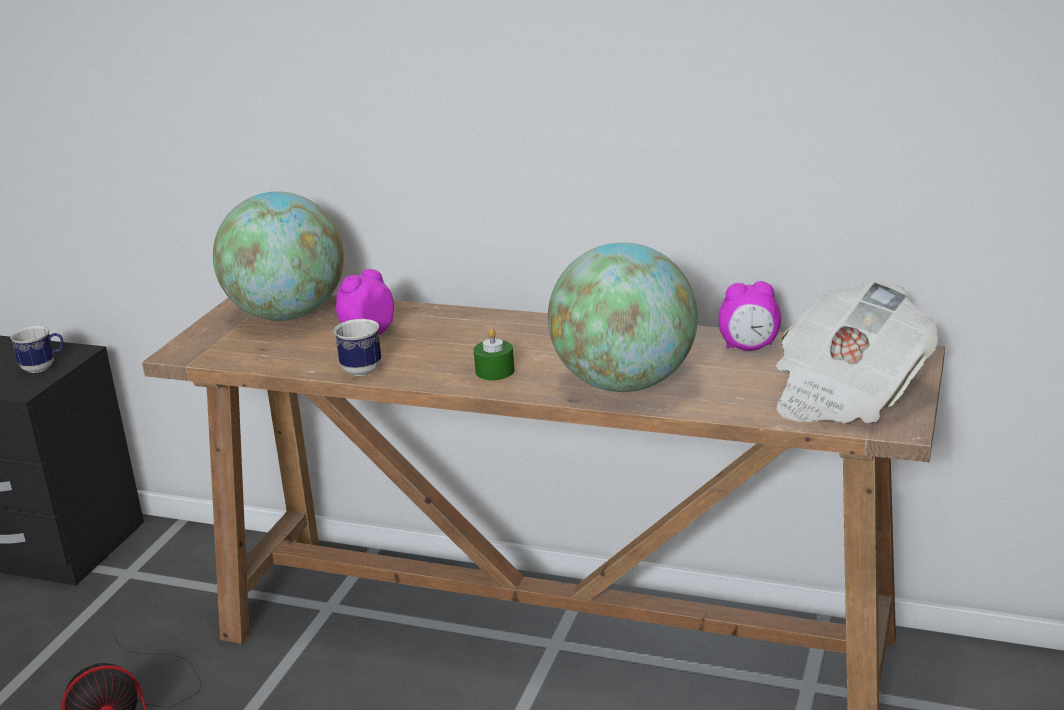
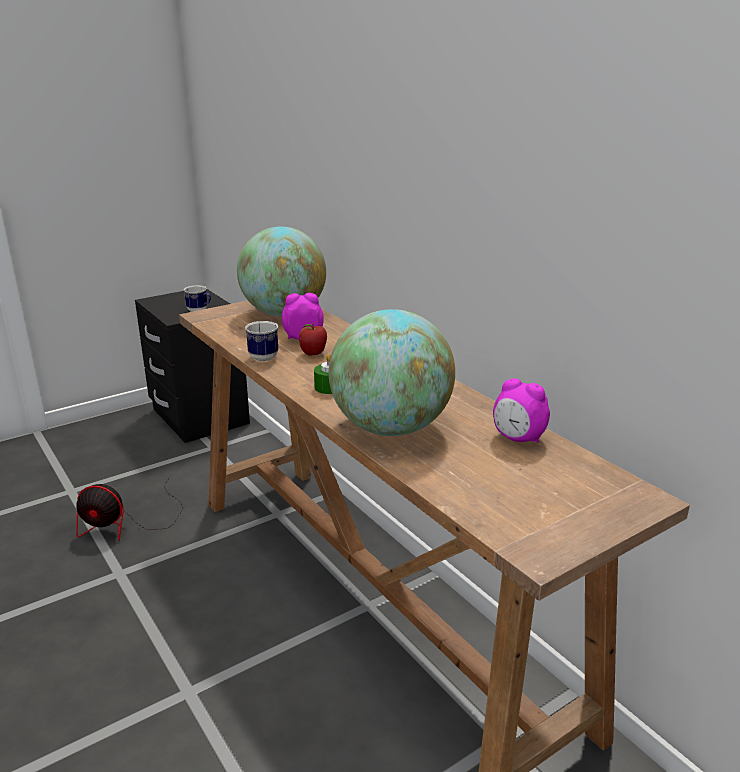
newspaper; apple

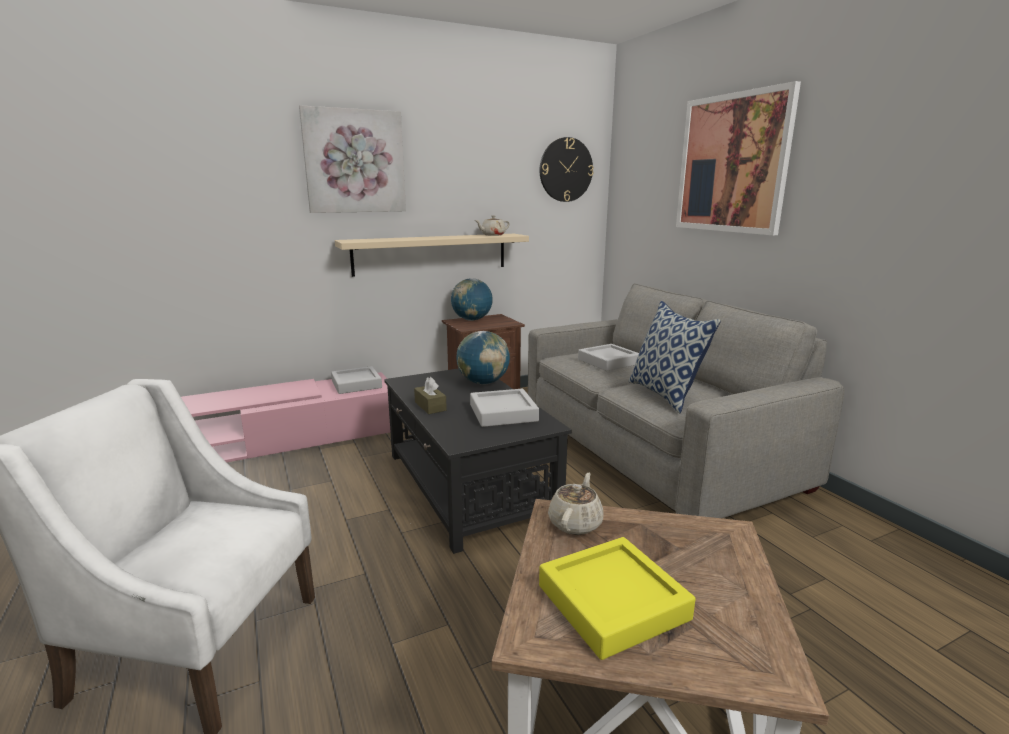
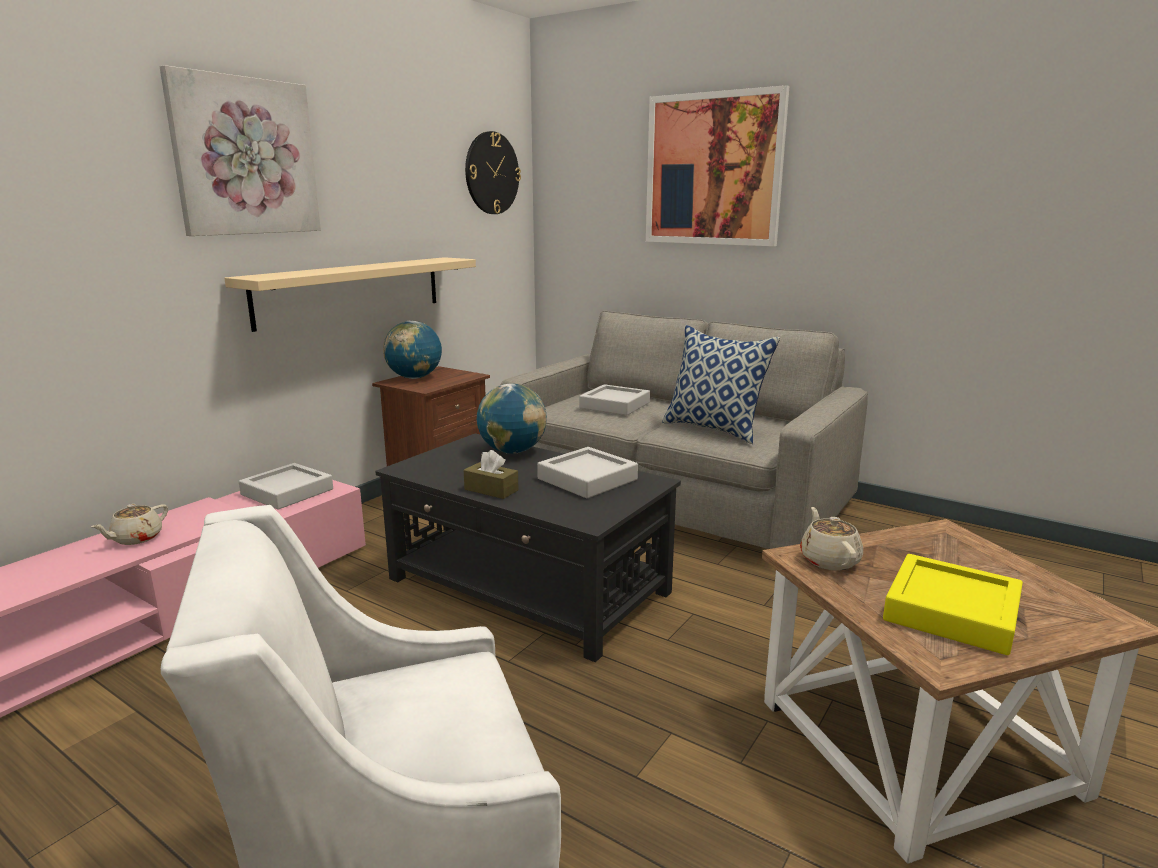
teapot/beige (1st from left)

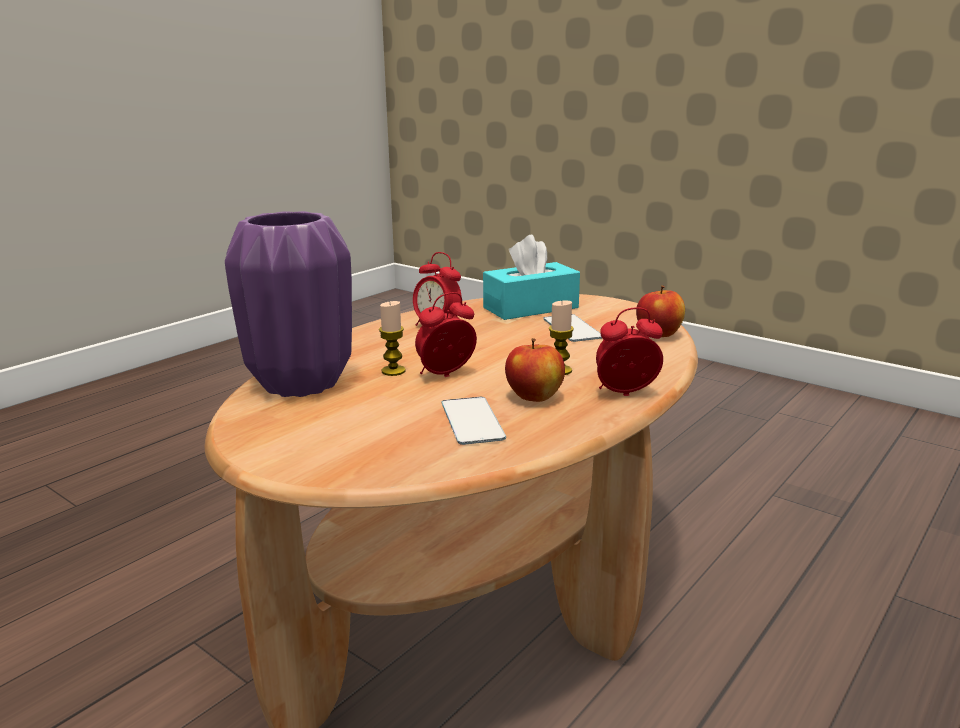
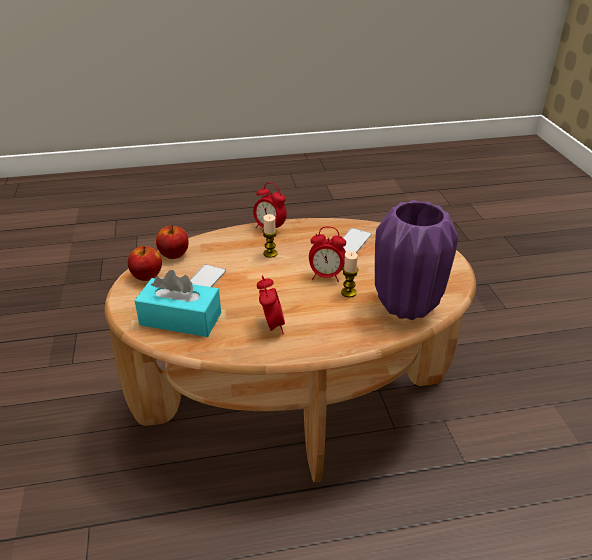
apple (1st from left)

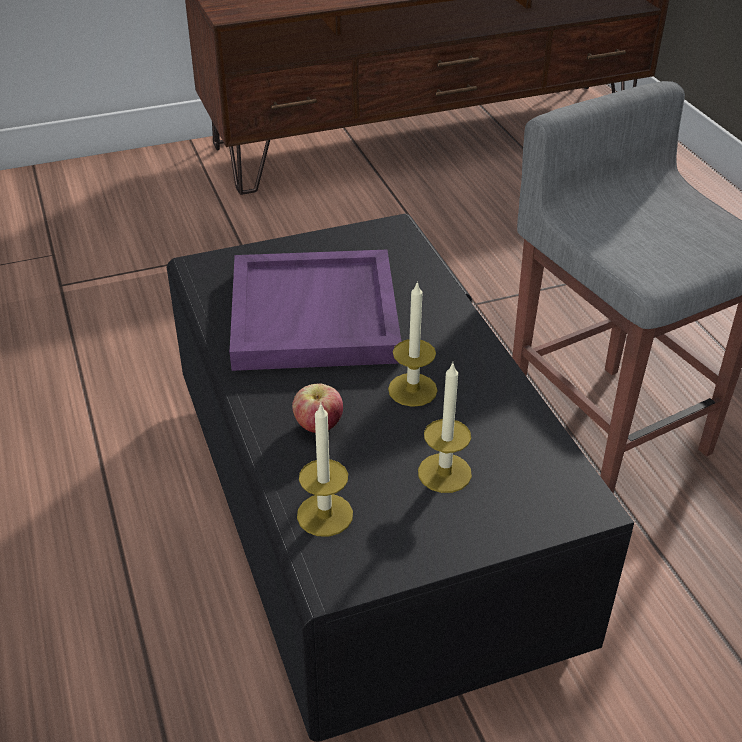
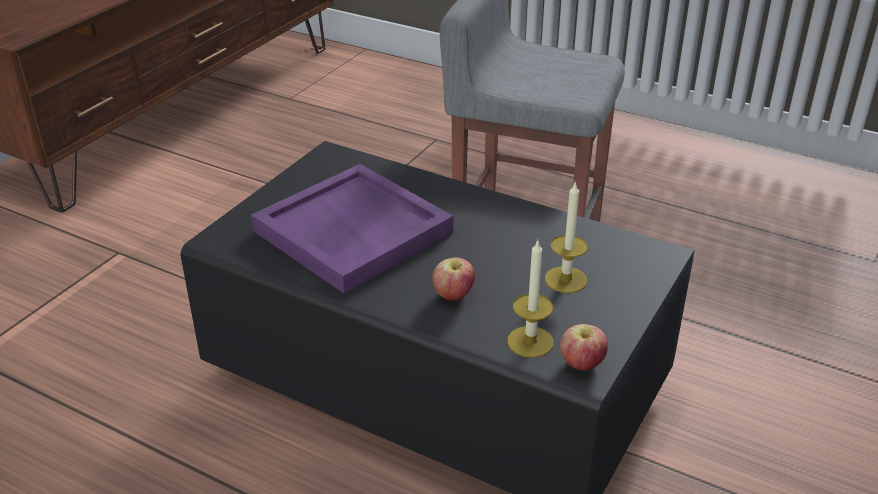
candle (2nd from left in the first image); apple (2nd from left)

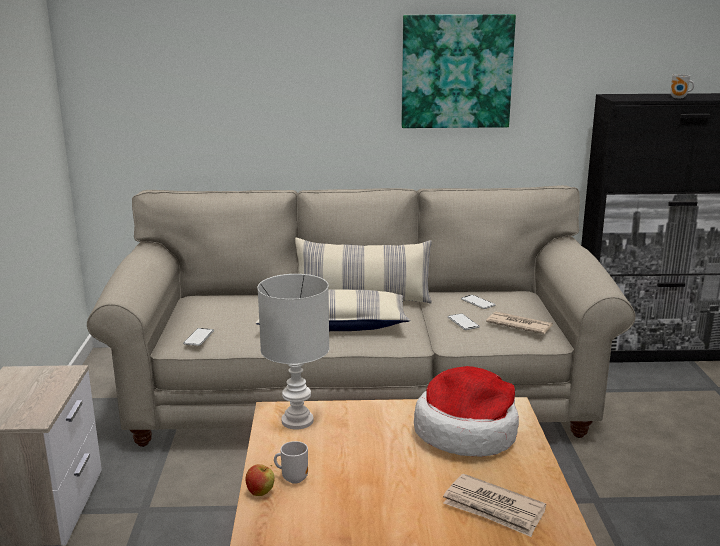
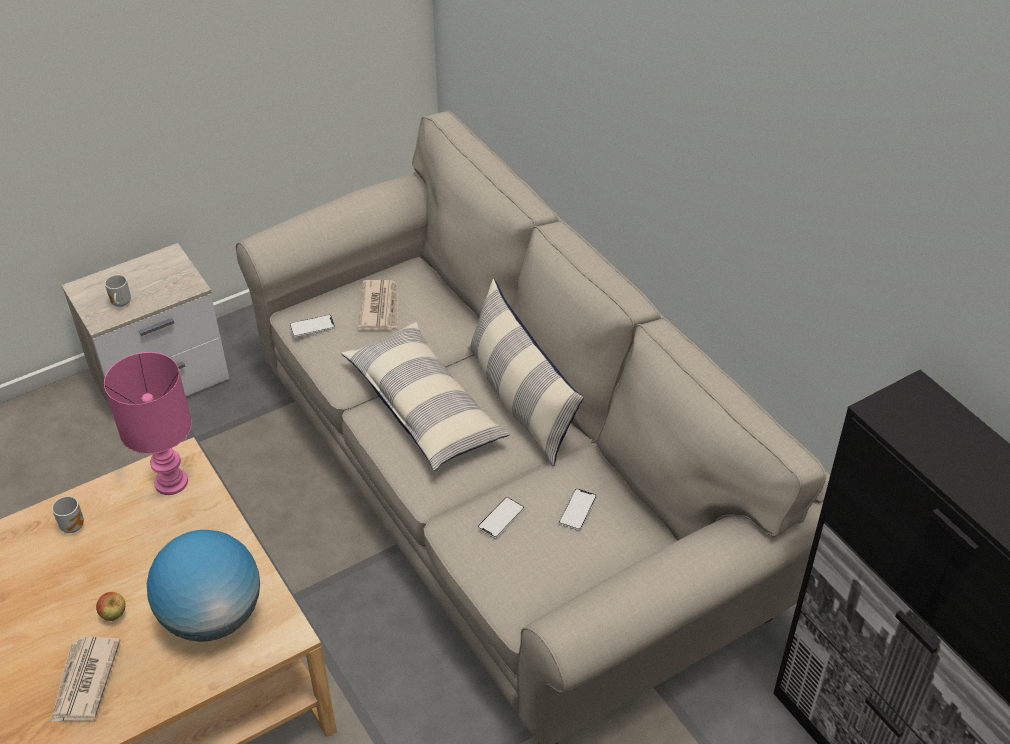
picture; mug (2nd from left); table lamp/pink; newspaper (2nd from left); globe; apple

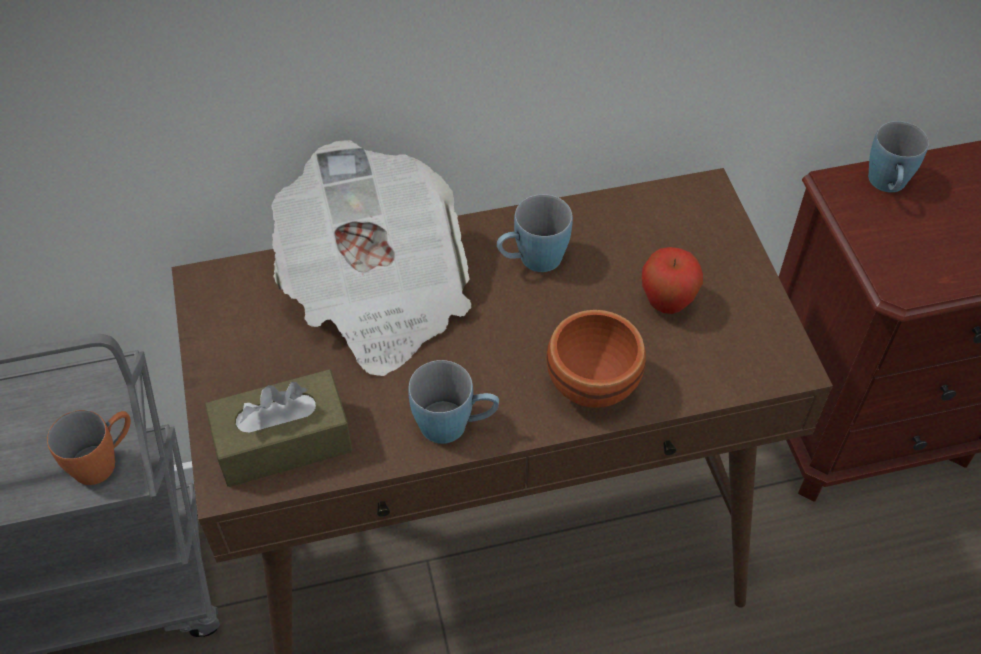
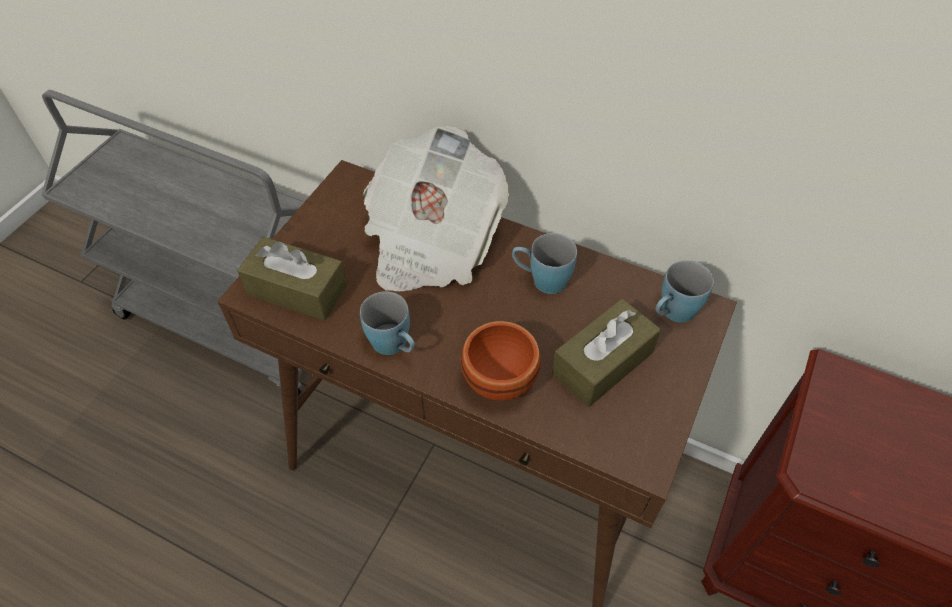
mug/blue (3rd from left); tissue box/brown (2nd from left); mug/orange

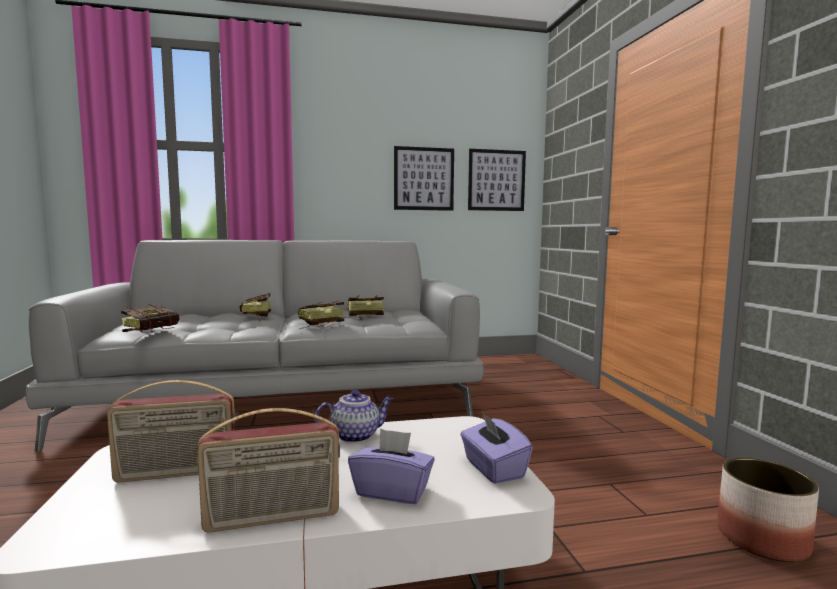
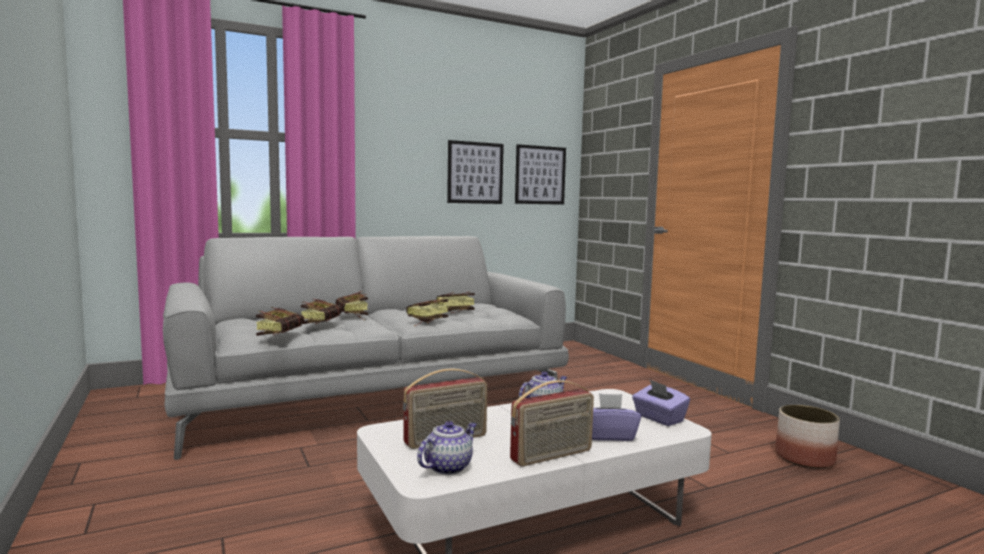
book (2nd from left); teapot (1st from left)

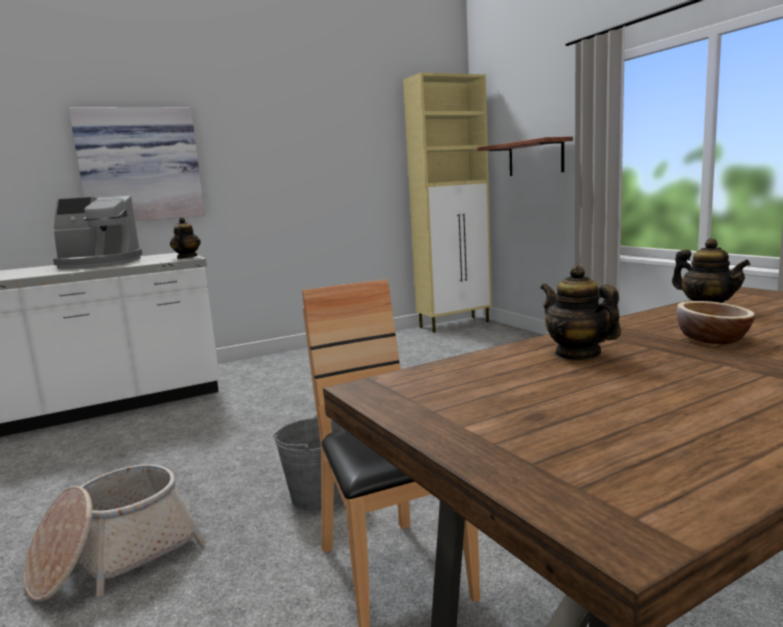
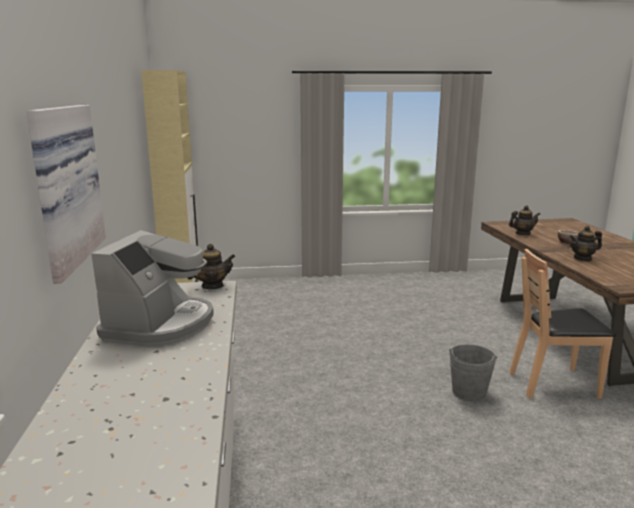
shelf; teapot (1st from left); basket

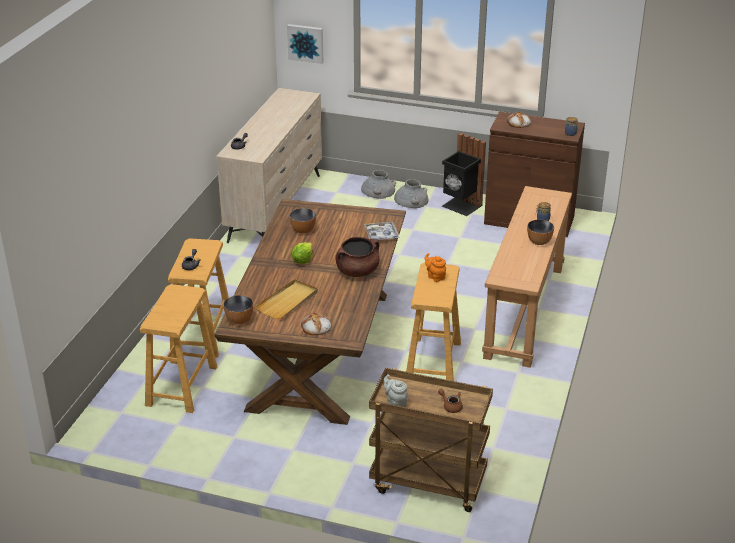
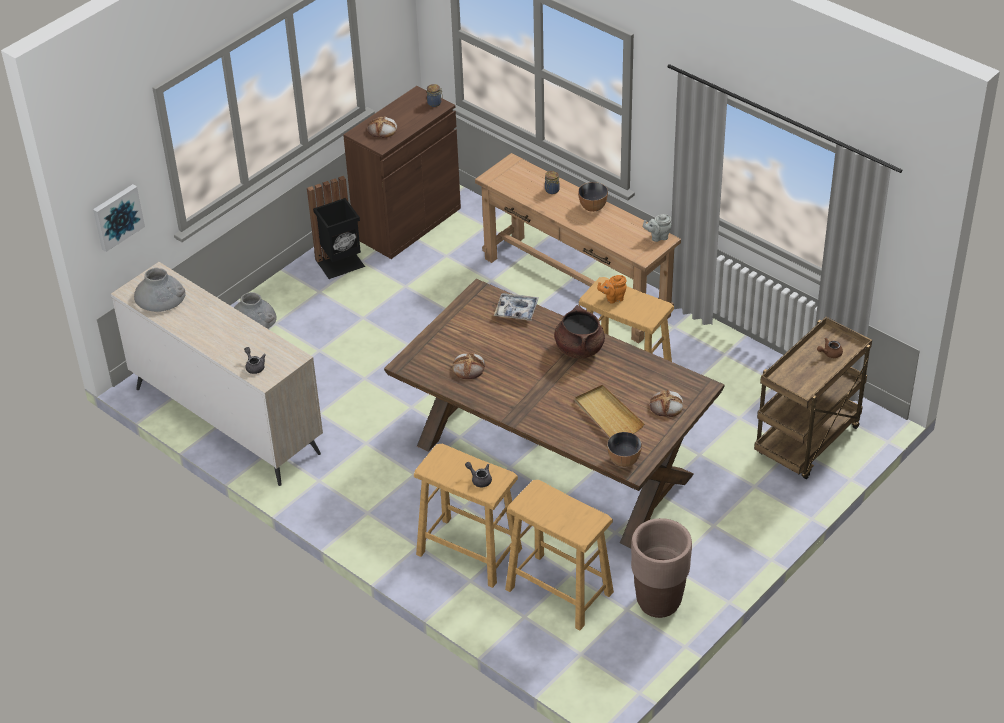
vase/grey (1st from left); bread (2nd from left); lettuce; teapot/grey (3rd from left); planter/brown

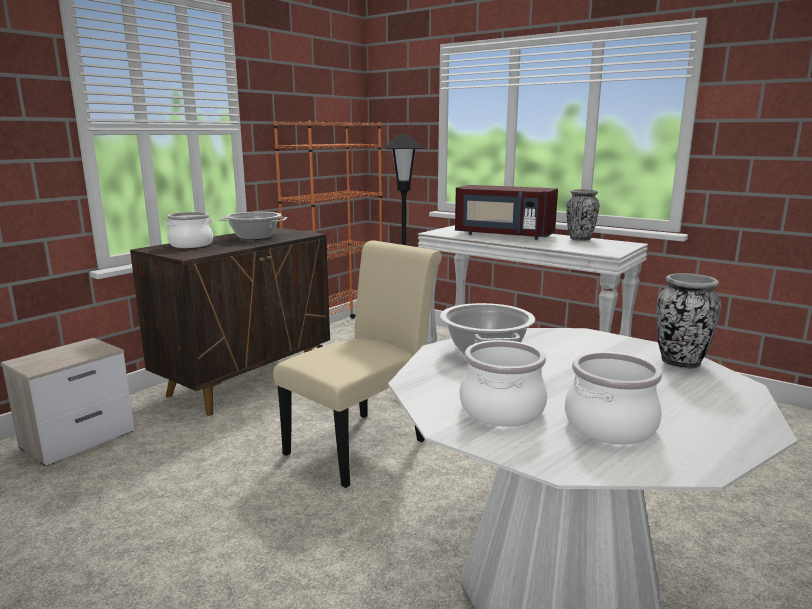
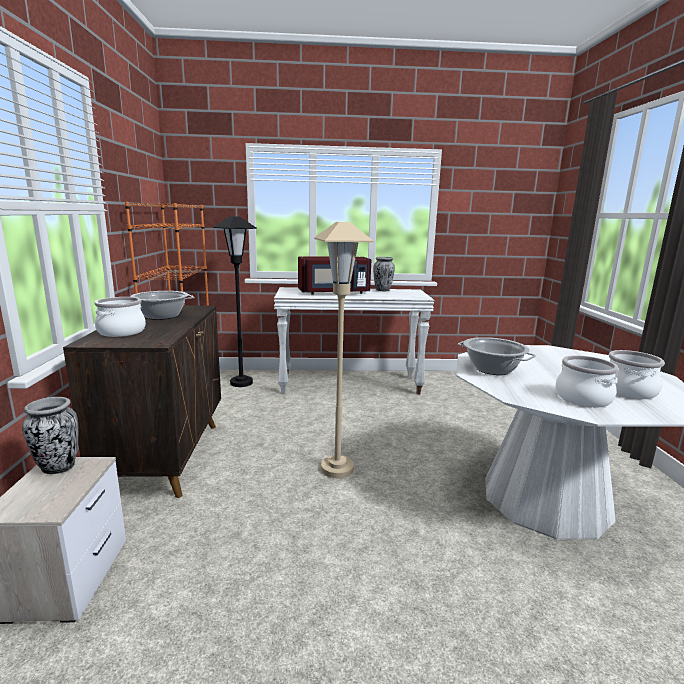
floor lamp/beige; vase (1st from left)

